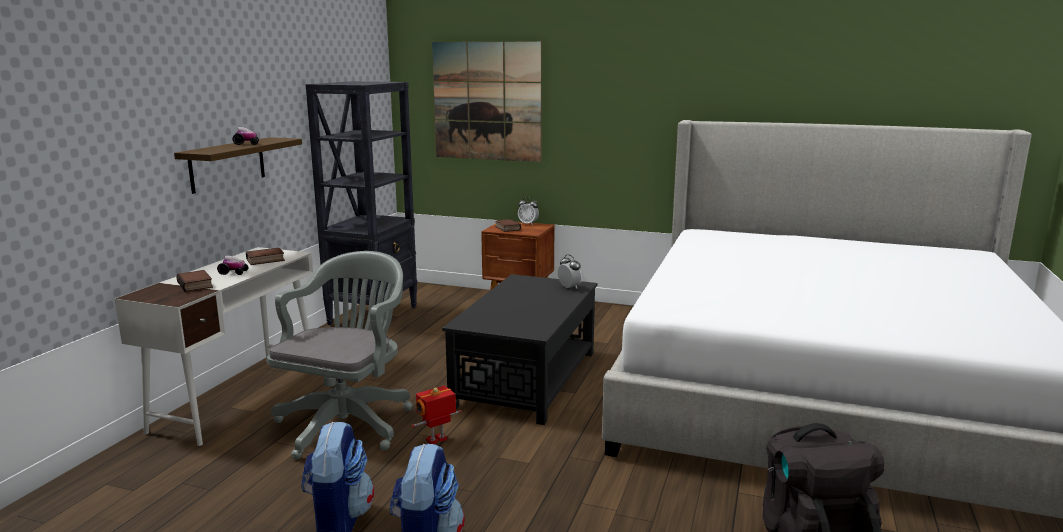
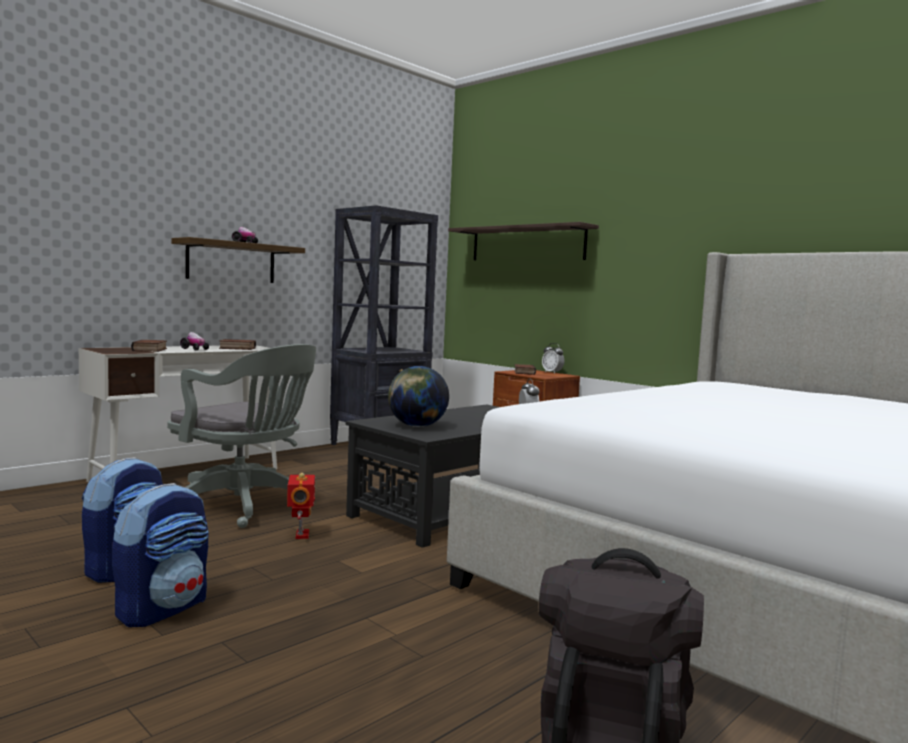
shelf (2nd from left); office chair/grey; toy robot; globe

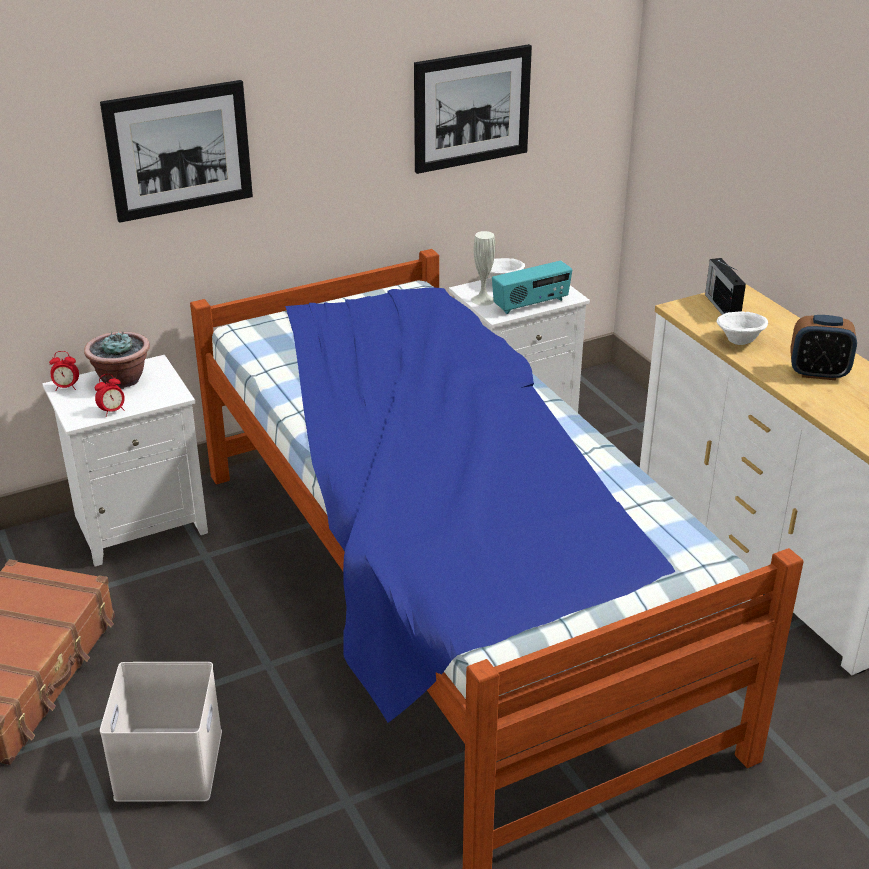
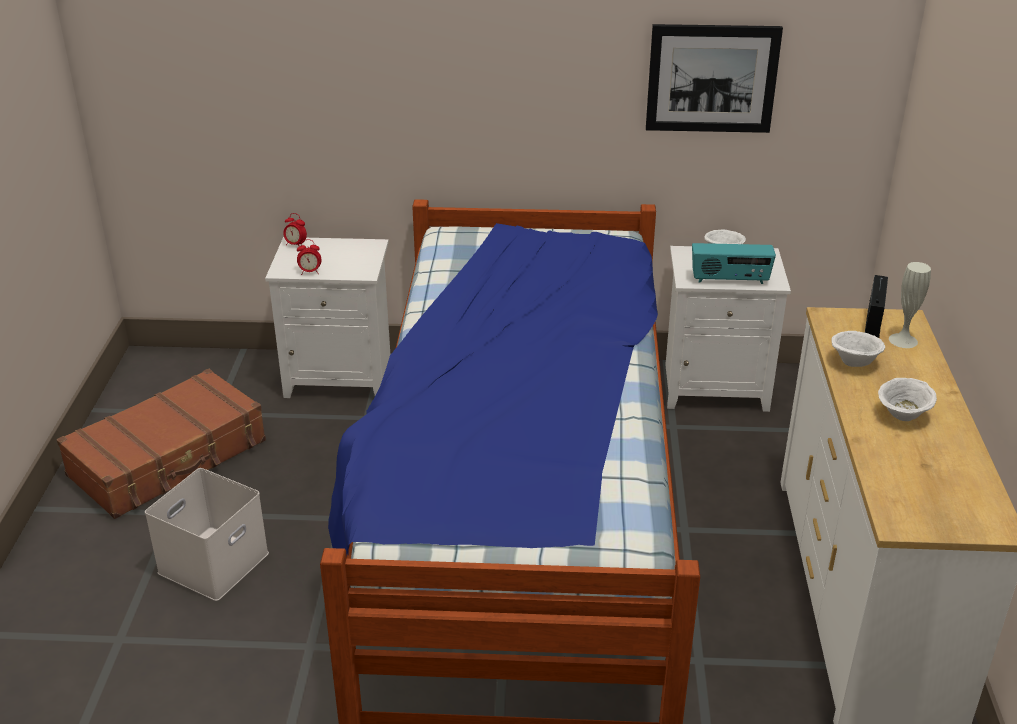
picture (1st from left in the first image); vase/white; bowl/white (3rd from left); potted plant

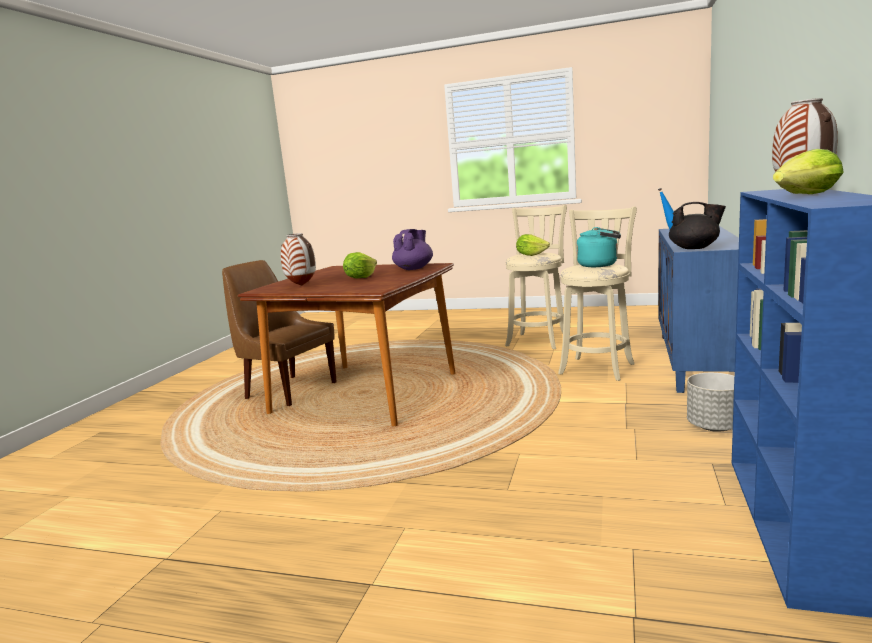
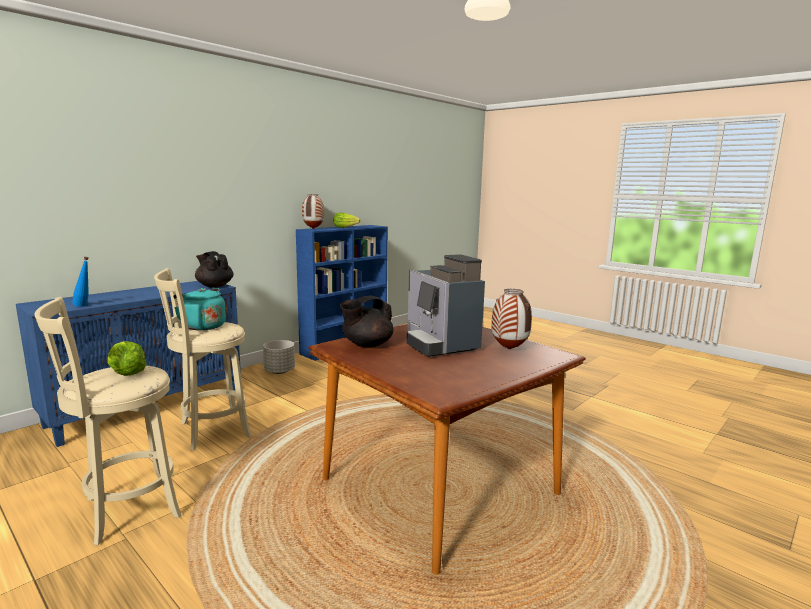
teapot/black (2nd from left); coffee machine; chair/brown

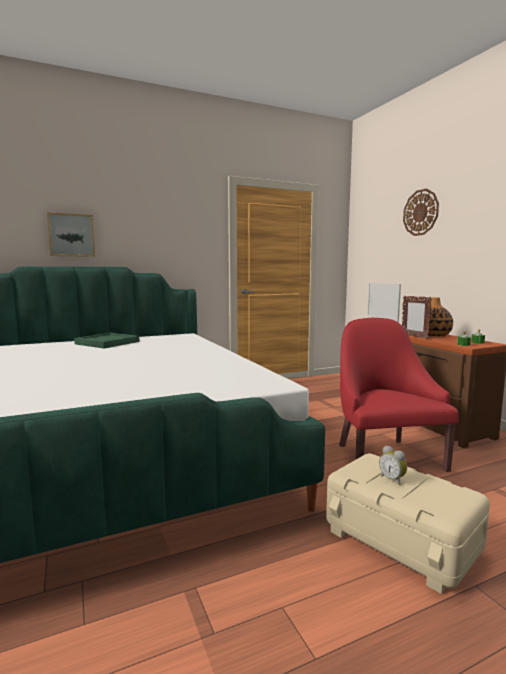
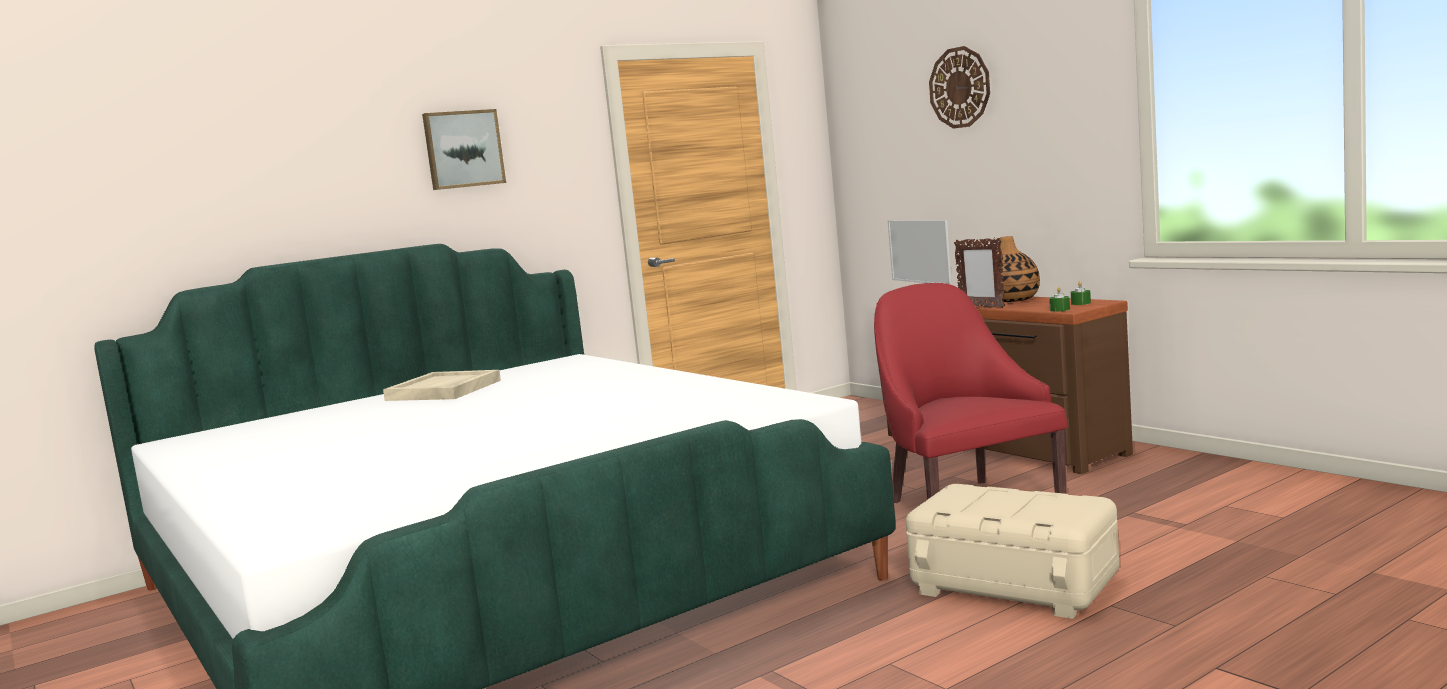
picture; tray/beige; alarm clock

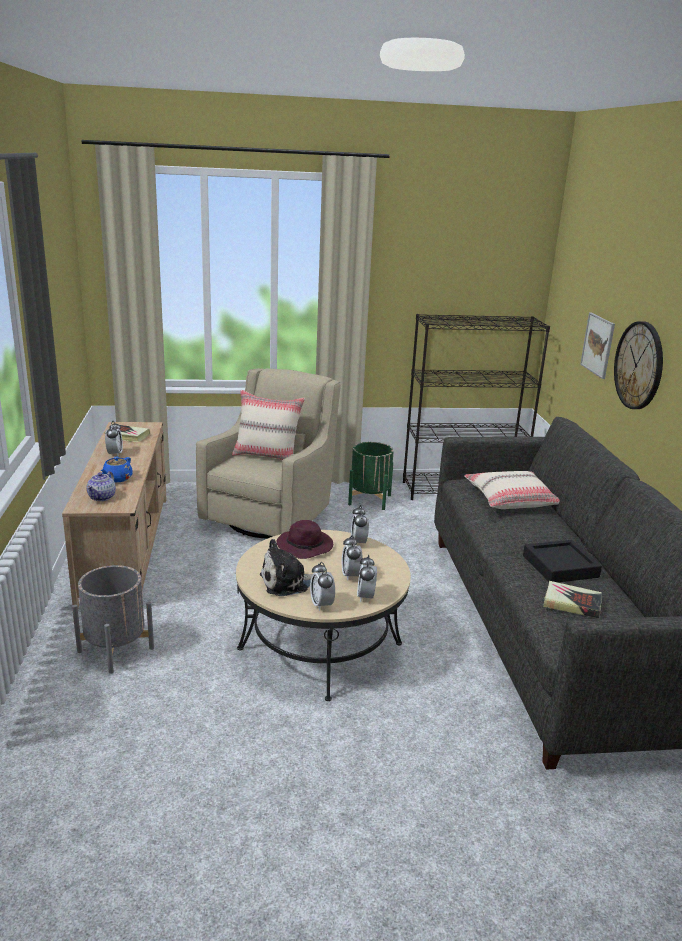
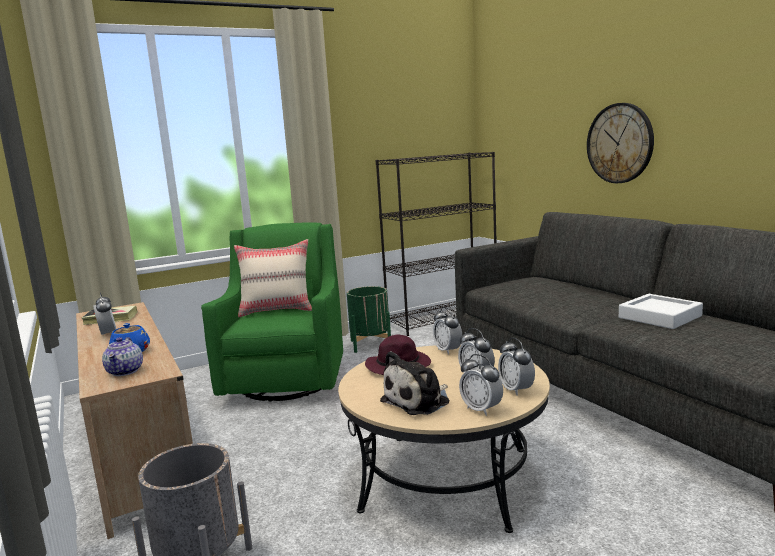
picture; armchair/green; pillow/beige (2nd from left in the first image); tray/white; book (2nd from left in the first image)

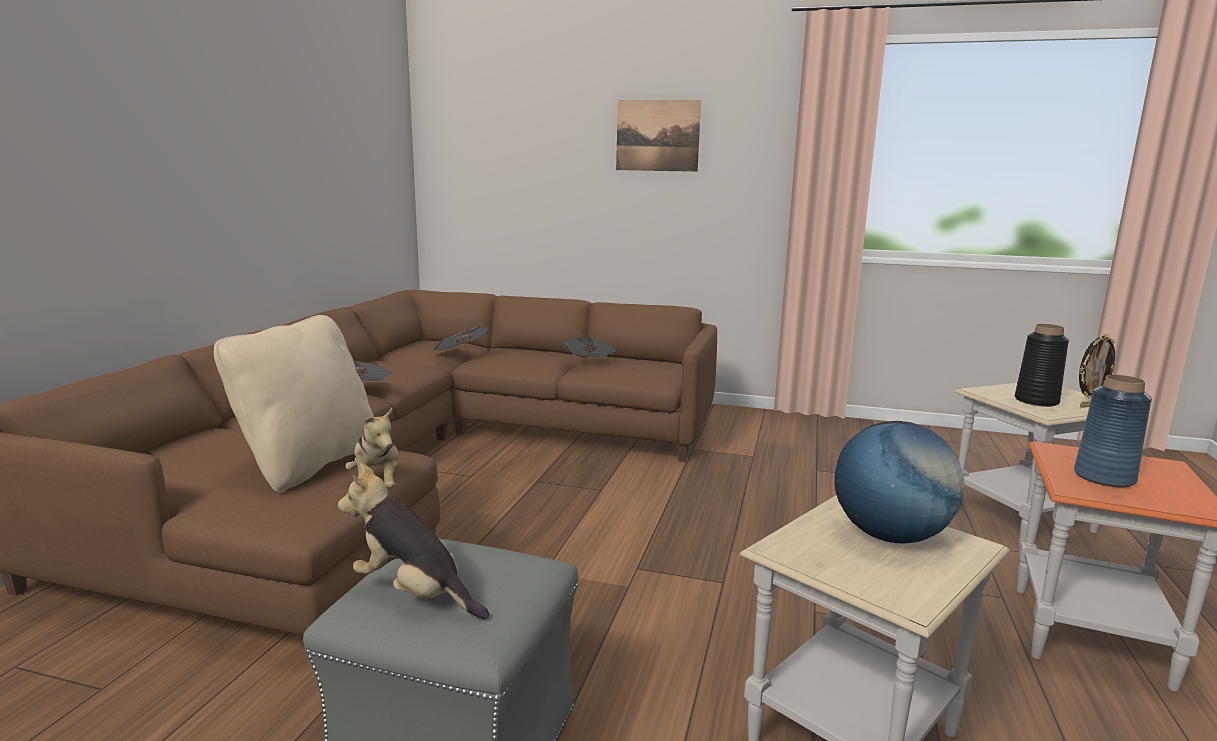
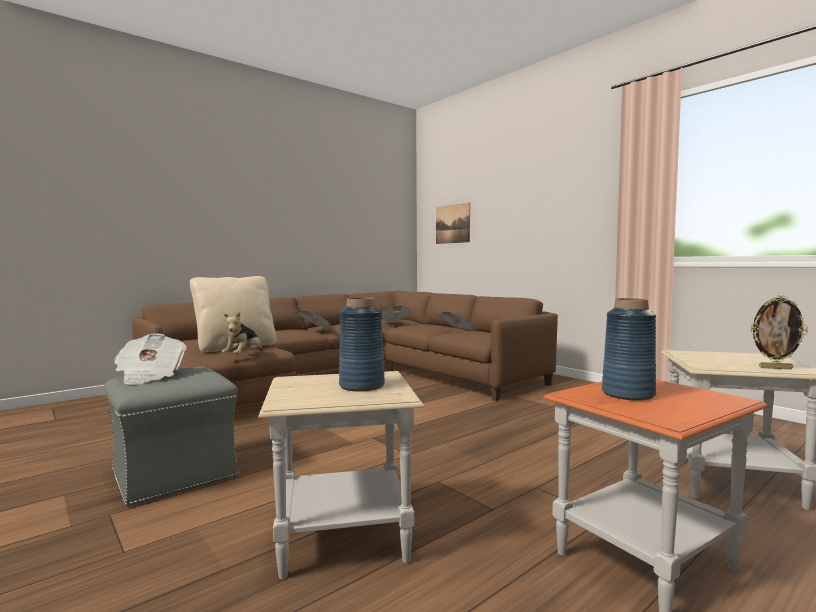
picture; vase/black; vase/blue (1st from left); newspaper (1st from left)

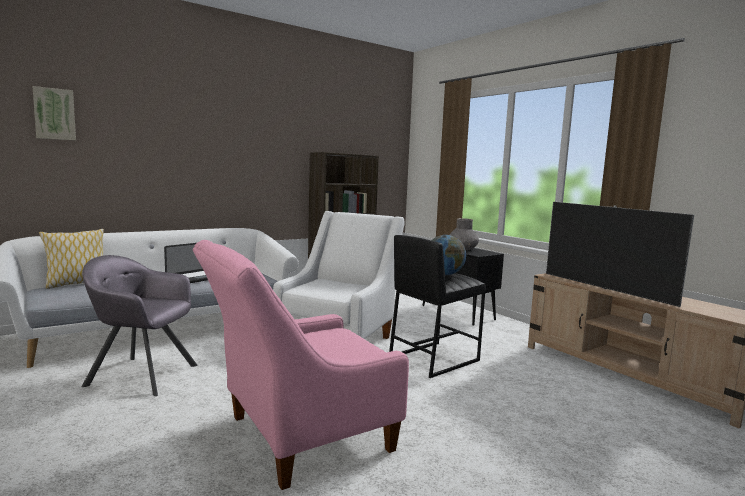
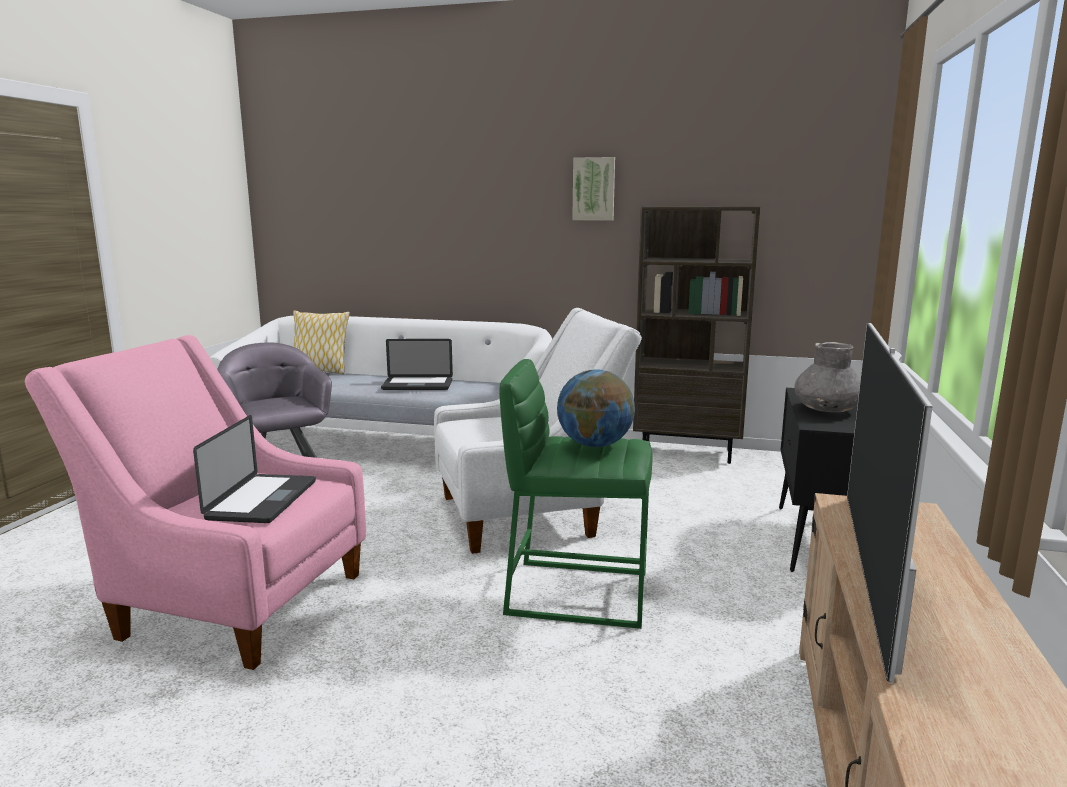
picture; stool/green; laptop (1st from left)

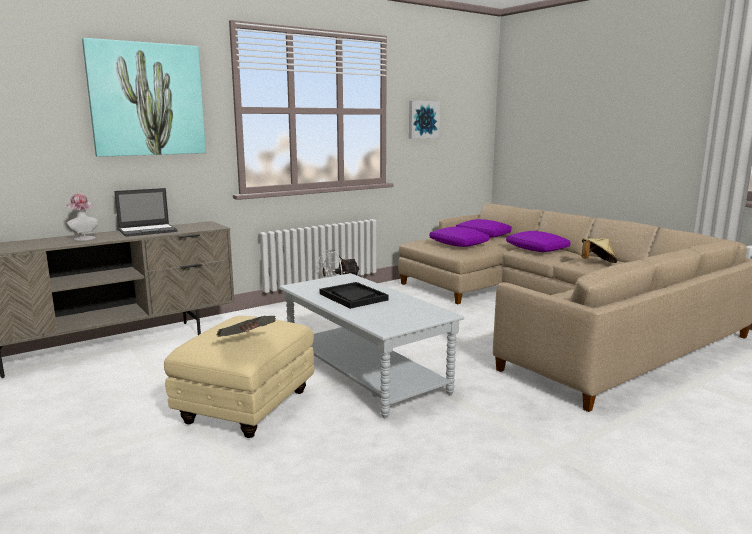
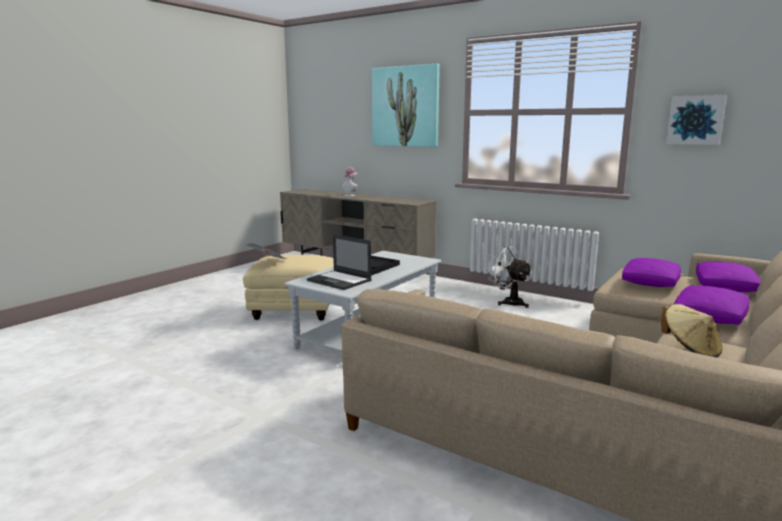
laptop

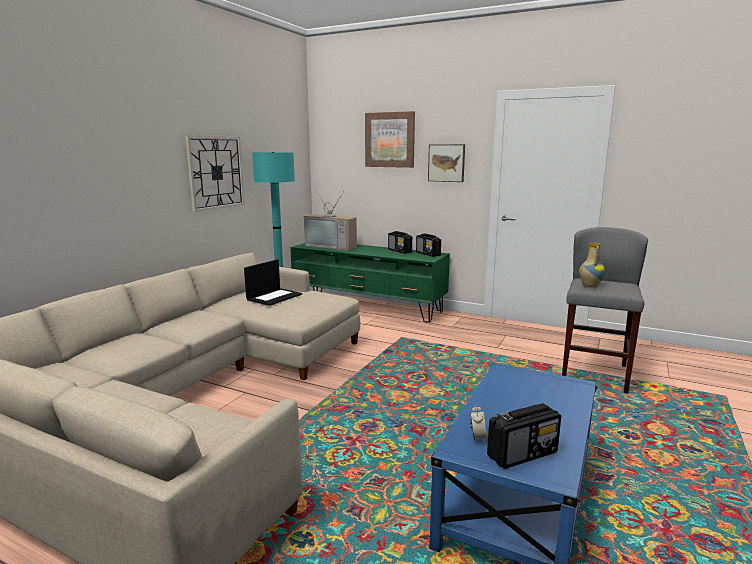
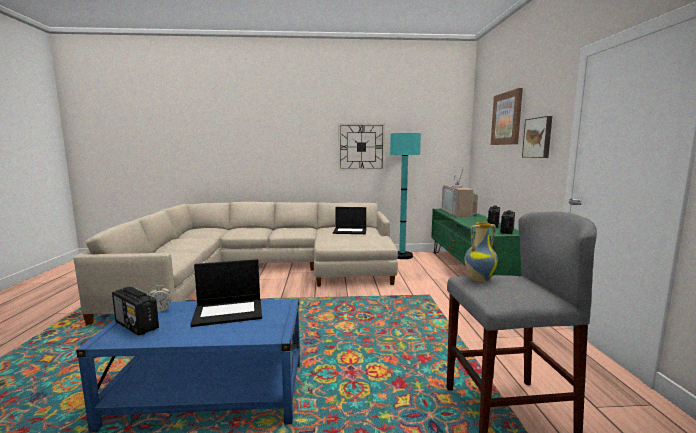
laptop (1st from left)

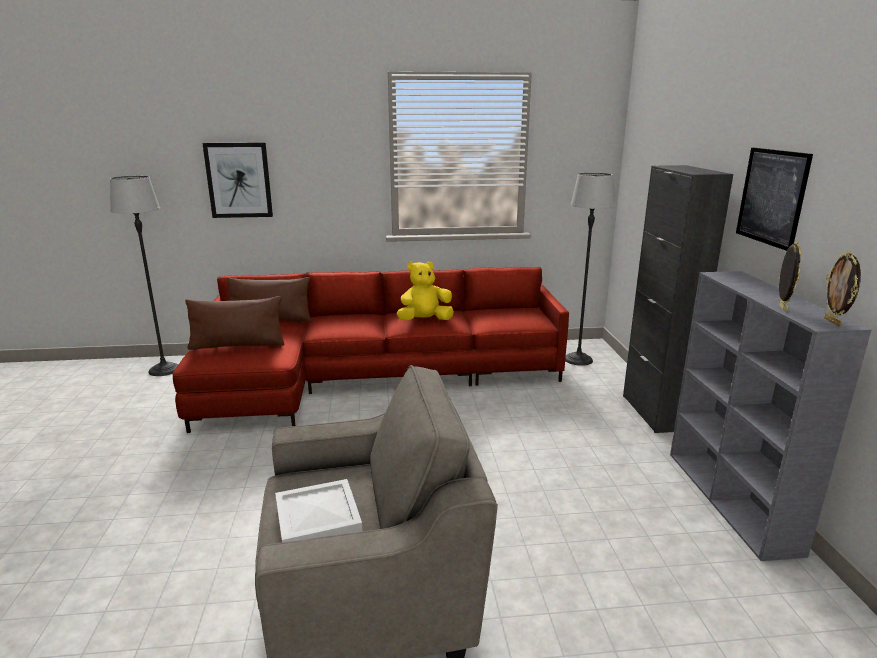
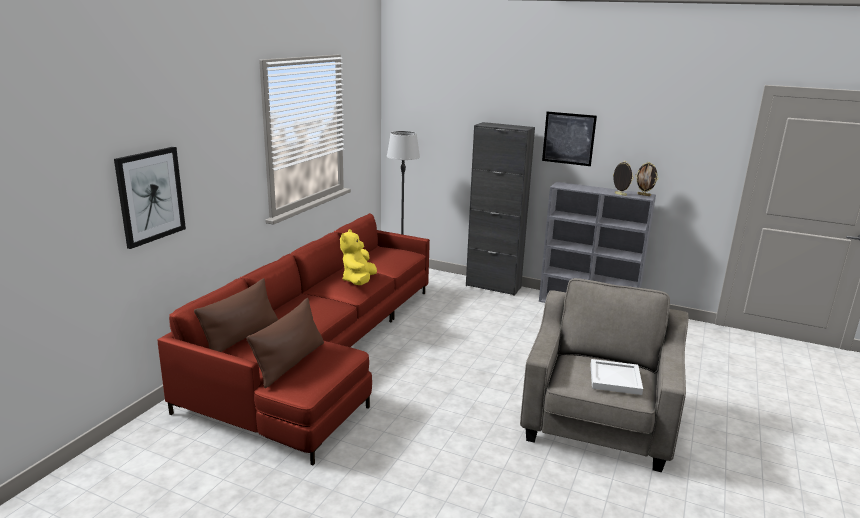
floor lamp (1st from left in the first image)

